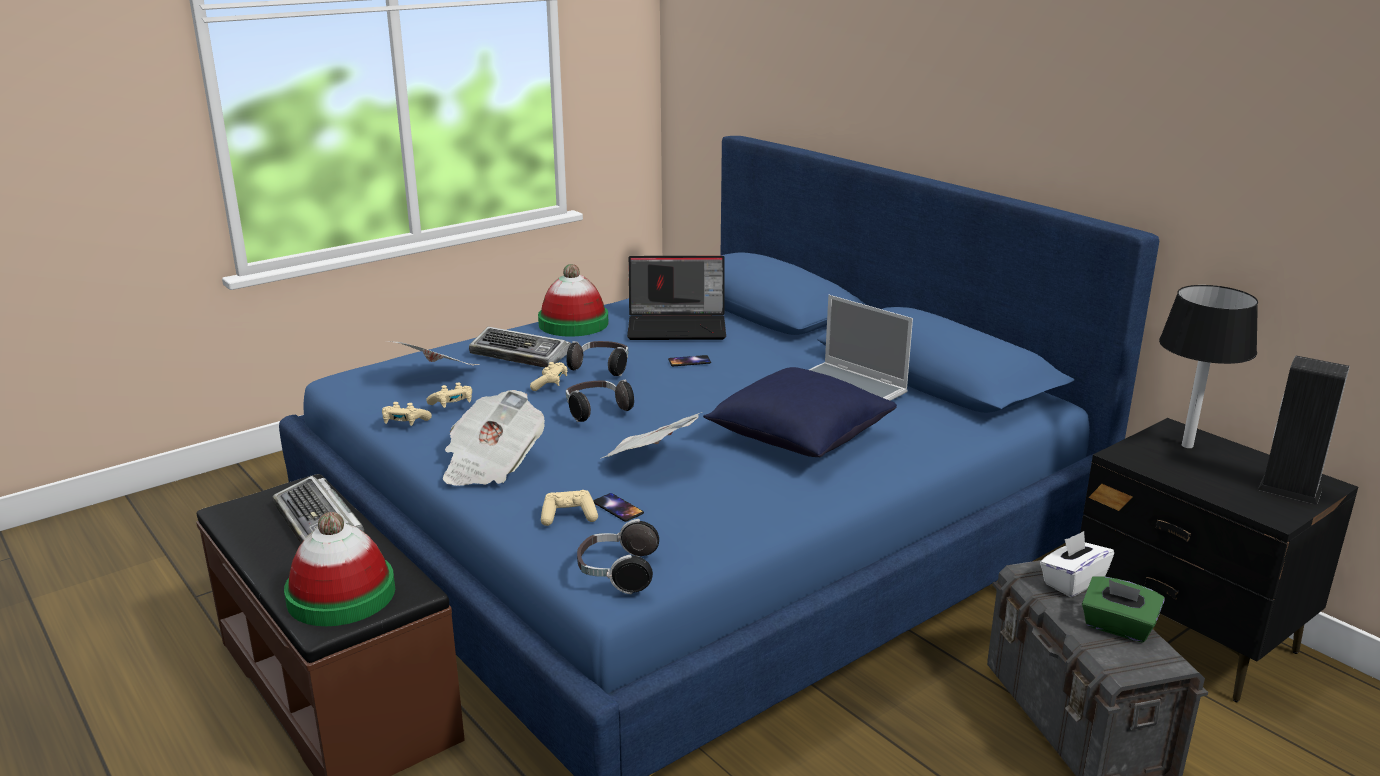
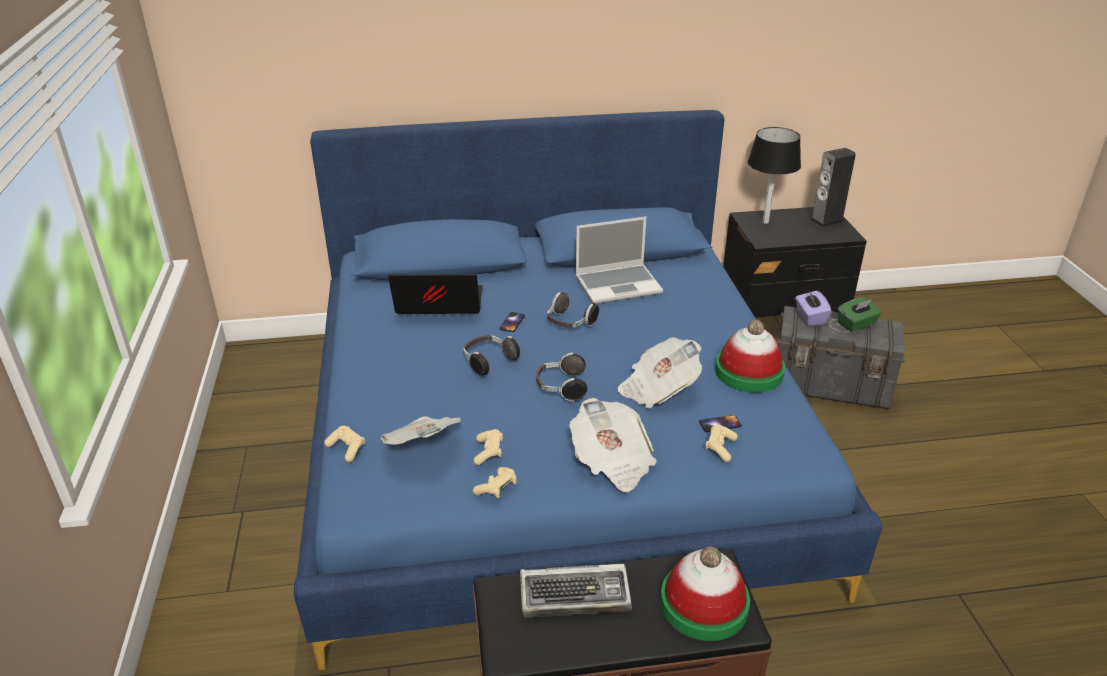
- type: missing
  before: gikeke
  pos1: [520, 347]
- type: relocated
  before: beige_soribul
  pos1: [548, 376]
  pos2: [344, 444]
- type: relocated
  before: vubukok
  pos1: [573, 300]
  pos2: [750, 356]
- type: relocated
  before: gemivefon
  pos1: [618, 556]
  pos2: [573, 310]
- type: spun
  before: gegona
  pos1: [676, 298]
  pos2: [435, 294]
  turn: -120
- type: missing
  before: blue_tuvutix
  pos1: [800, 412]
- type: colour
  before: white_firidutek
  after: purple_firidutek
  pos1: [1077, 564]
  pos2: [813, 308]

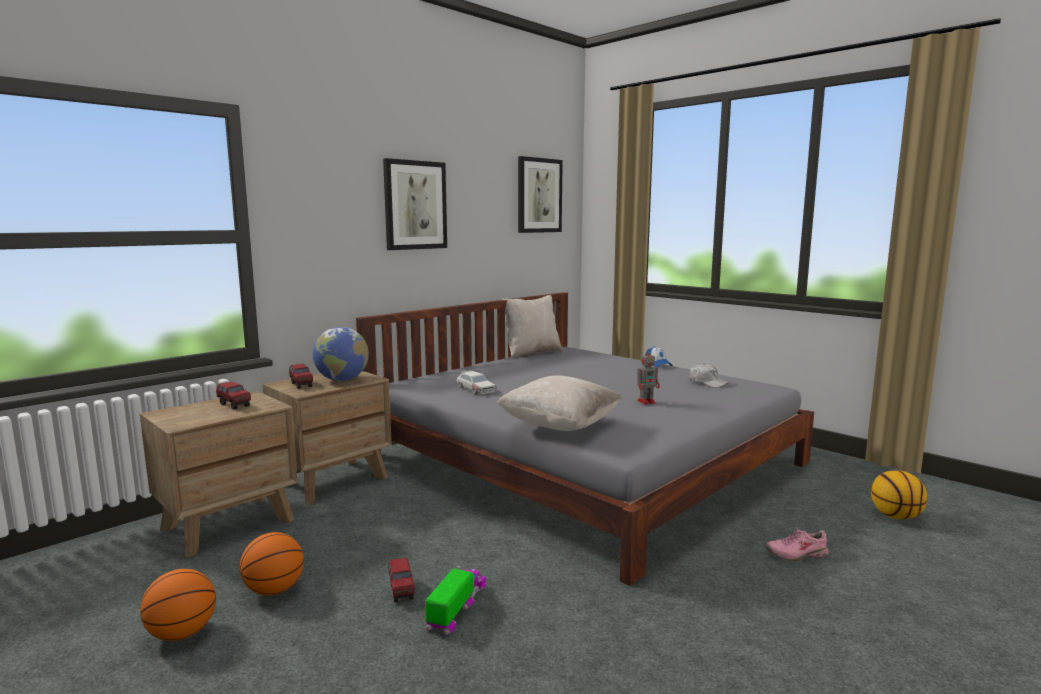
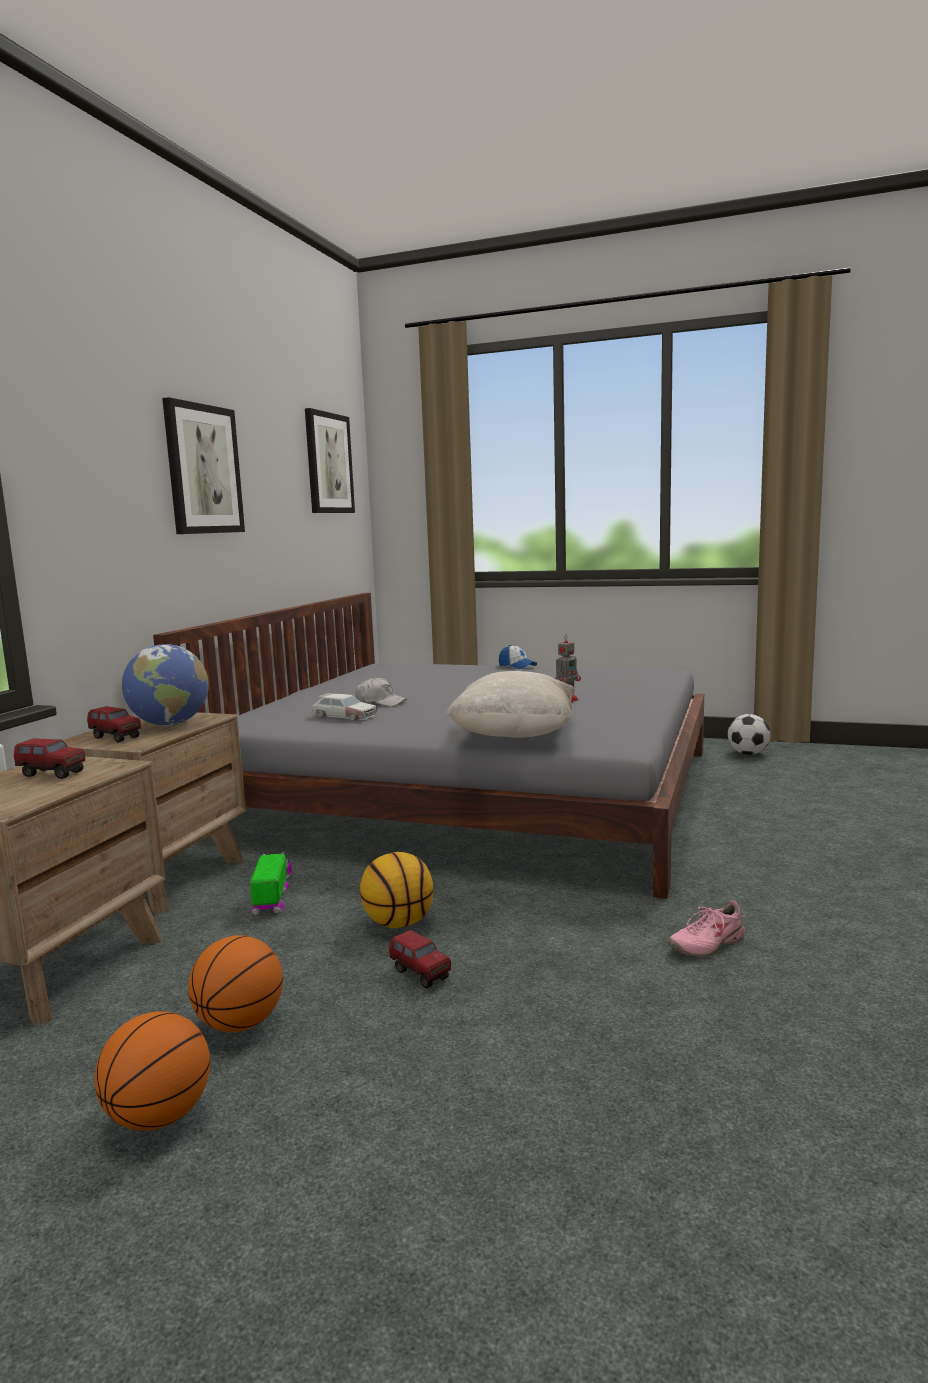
- type: relocated
  before: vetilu
  pos1: [455, 600]
  pos2: [271, 883]
- type: missing
  before: beige_tuvutix
  pos1: [532, 326]
- type: relocated
  before: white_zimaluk
  pos1: [709, 375]
  pos2: [381, 692]
- type: relocated
  before: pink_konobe
  pos1: [797, 545]
  pos2: [707, 928]
- type: relocated
  before: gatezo
  pos1: [899, 494]
  pos2: [397, 890]
- type: appeared
  after: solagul
  pos2: [749, 734]

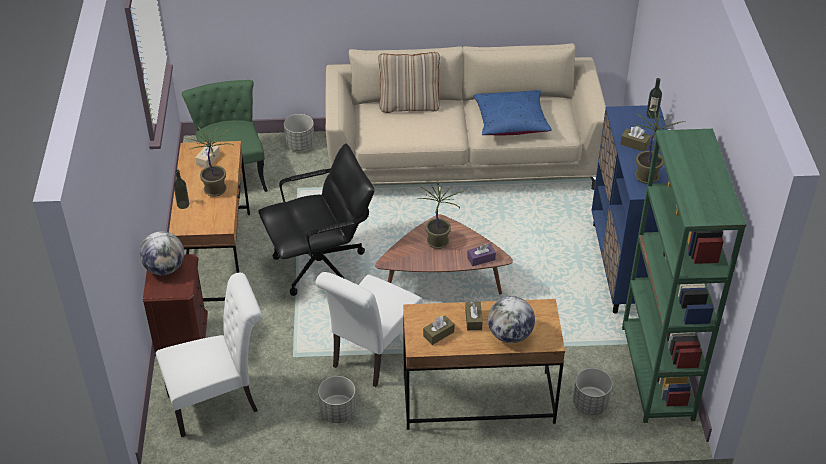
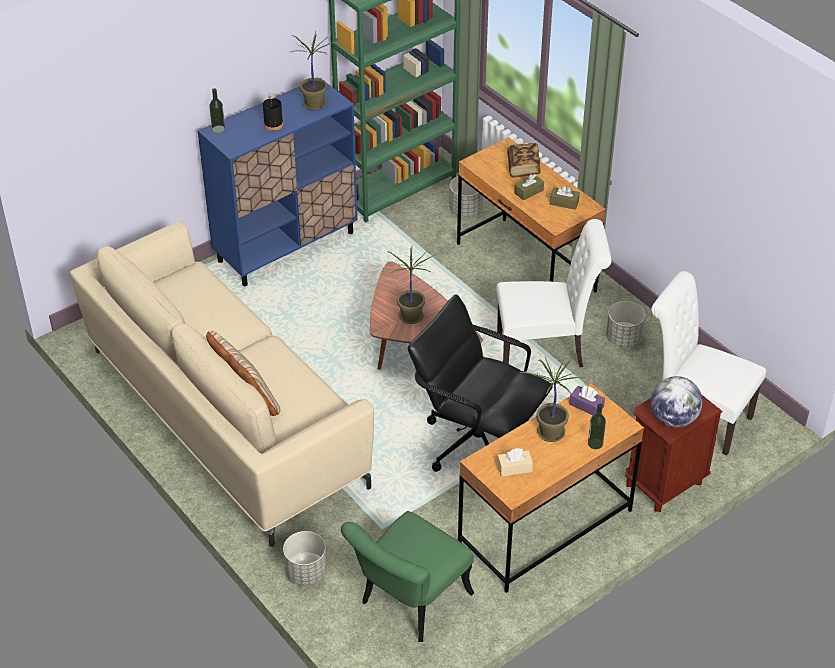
- type: relocated
  before: purple_firidutek
  pos1: [481, 255]
  pos2: [587, 400]
- type: missing
  before: blue_tuvutix
  pos1: [513, 112]
- type: exchanged
  before: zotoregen
  after: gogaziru
  pos1: [511, 319]
  pos2: [524, 160]
- type: exchanged
  before: brown_firidutek
  after: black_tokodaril
  pos1: [635, 138]
  pos2: [273, 112]

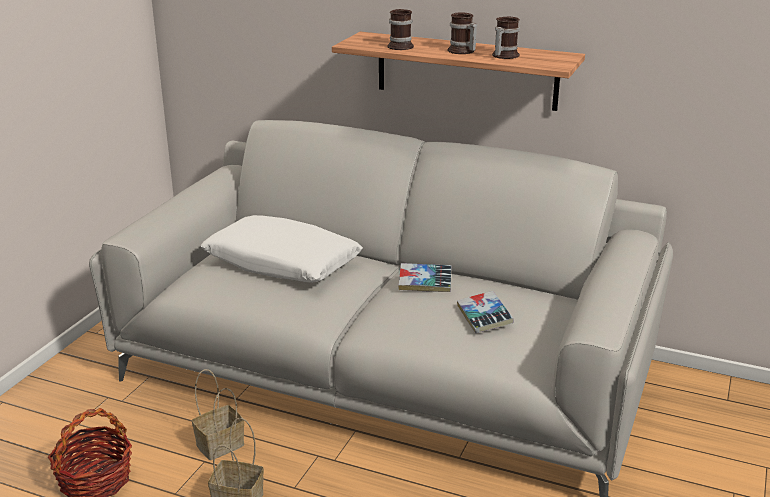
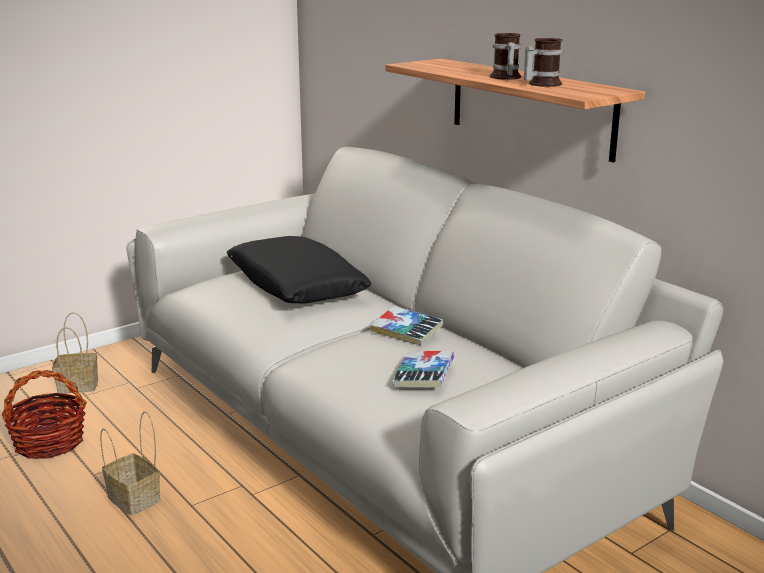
- type: relocated
  before: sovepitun
  pos1: [218, 414]
  pos2: [75, 352]
- type: colour
  before: white_tuvutix
  after: black_tuvutix
  pos1: [282, 249]
  pos2: [299, 270]
- type: missing
  before: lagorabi
  pos1: [400, 29]

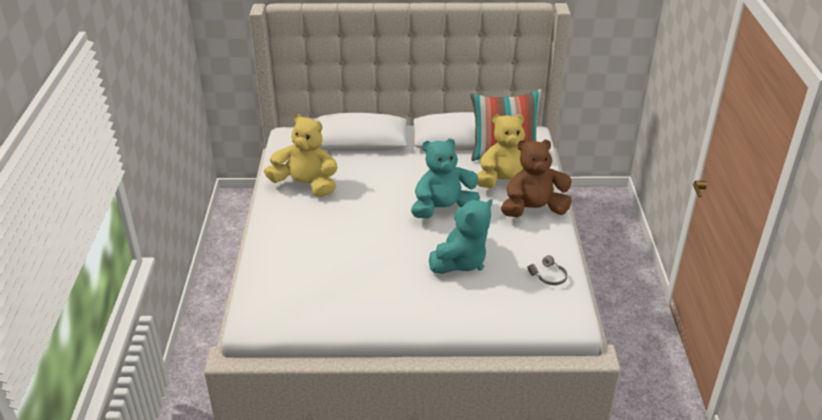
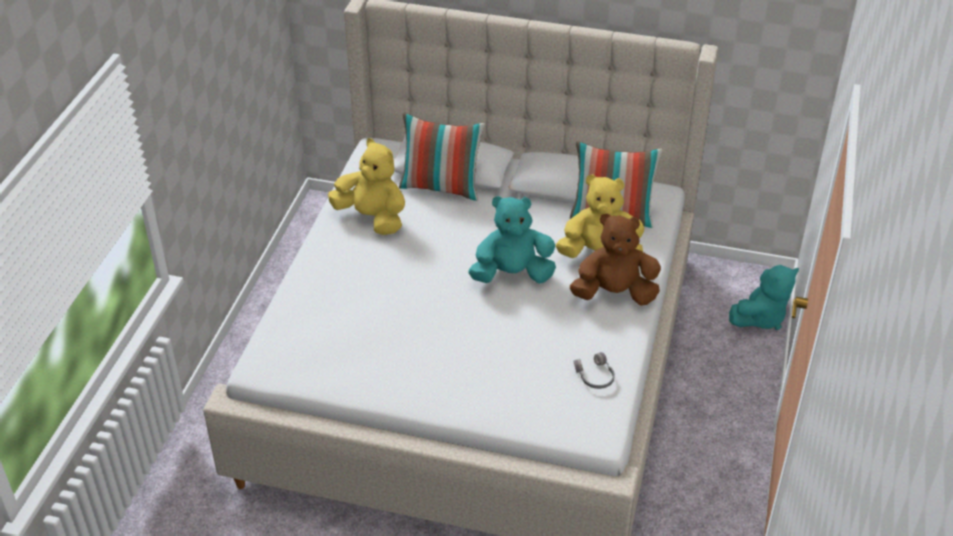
- type: relocated
  before: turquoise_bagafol
  pos1: [460, 236]
  pos2: [764, 297]
- type: appeared
  after: tuvutix
  pos2: [442, 157]

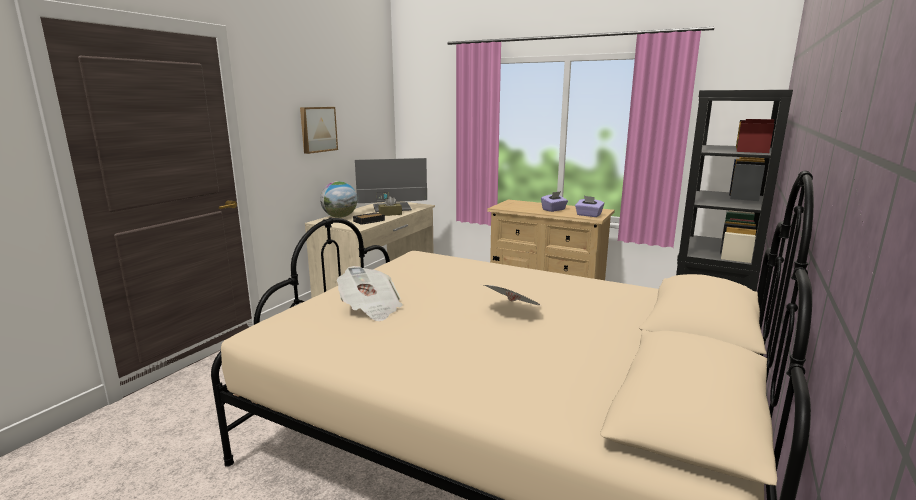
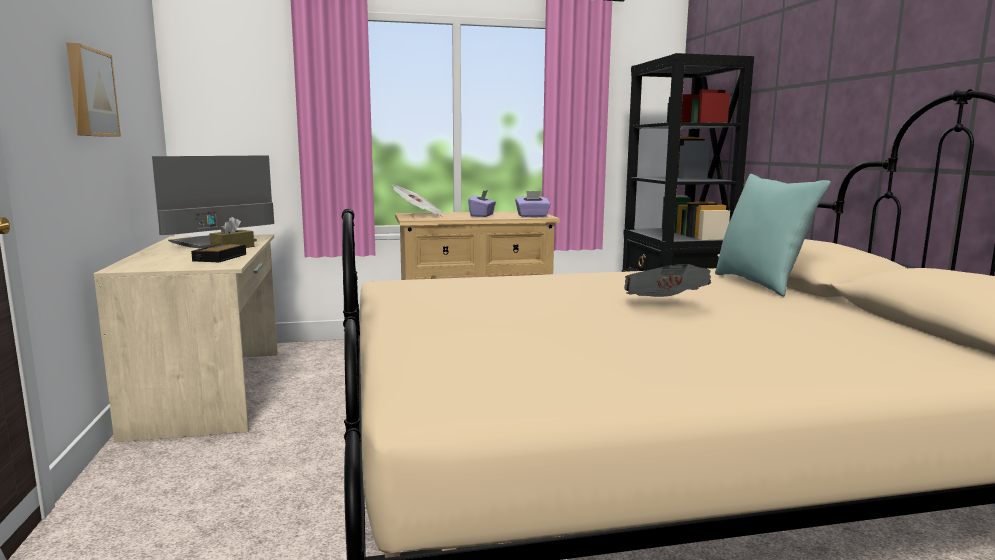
- type: missing
  before: zotoregen
  pos1: [338, 199]
- type: relocated
  before: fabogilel
  pos1: [370, 293]
  pos2: [416, 200]
- type: appeared
  after: turquoise_tuvutix
  pos2: [773, 235]

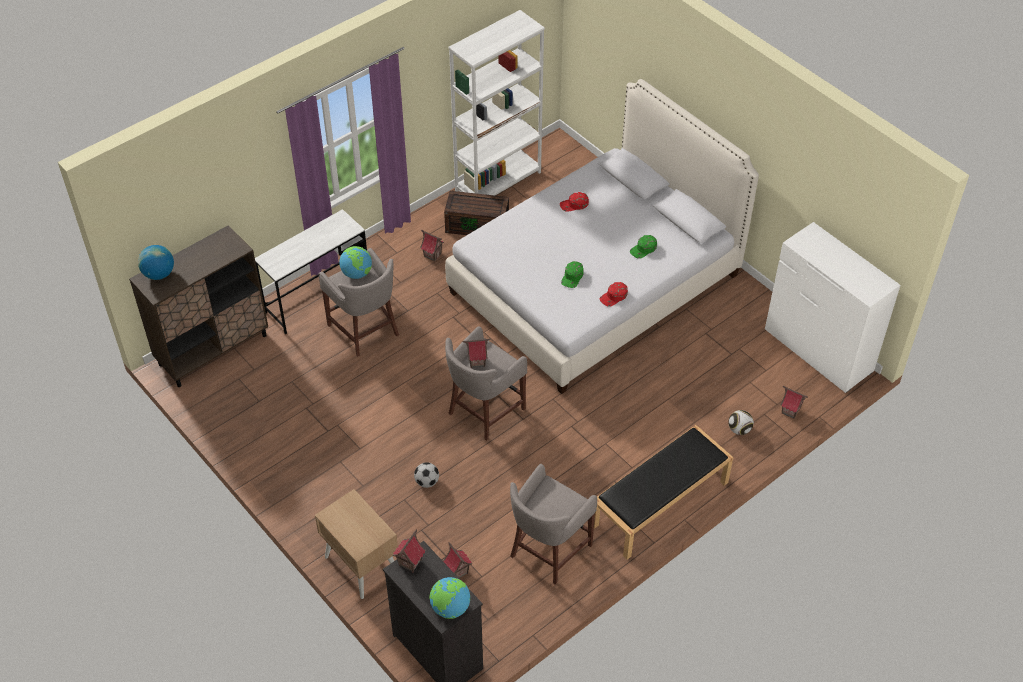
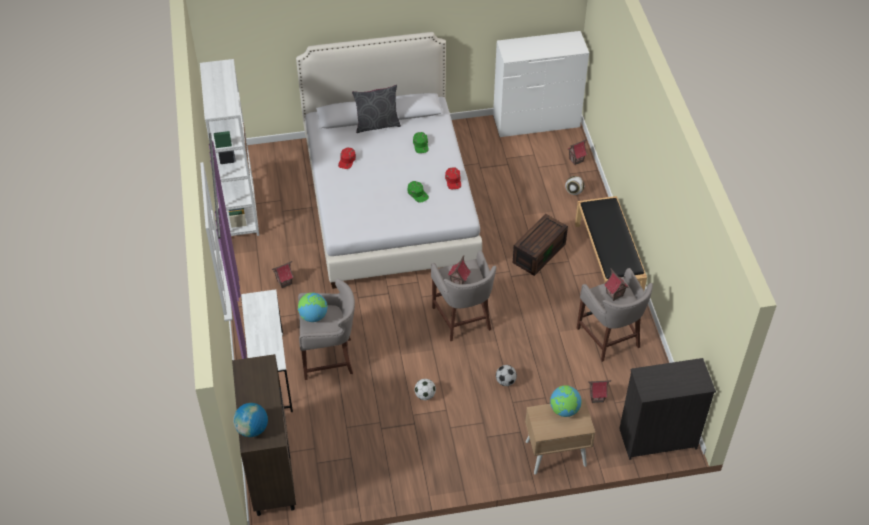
- type: relocated
  before: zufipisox
  pos1: [409, 550]
  pos2: [616, 285]
- type: relocated
  before: zotoregen
  pos1: [449, 598]
  pos2: [565, 401]
- type: relocated
  before: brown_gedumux
  pos1: [476, 213]
  pos2: [540, 245]
- type: appeared
  after: grey_tuvutix
  pos2: [376, 109]
- type: appeared
  after: solagul
  pos2: [425, 389]

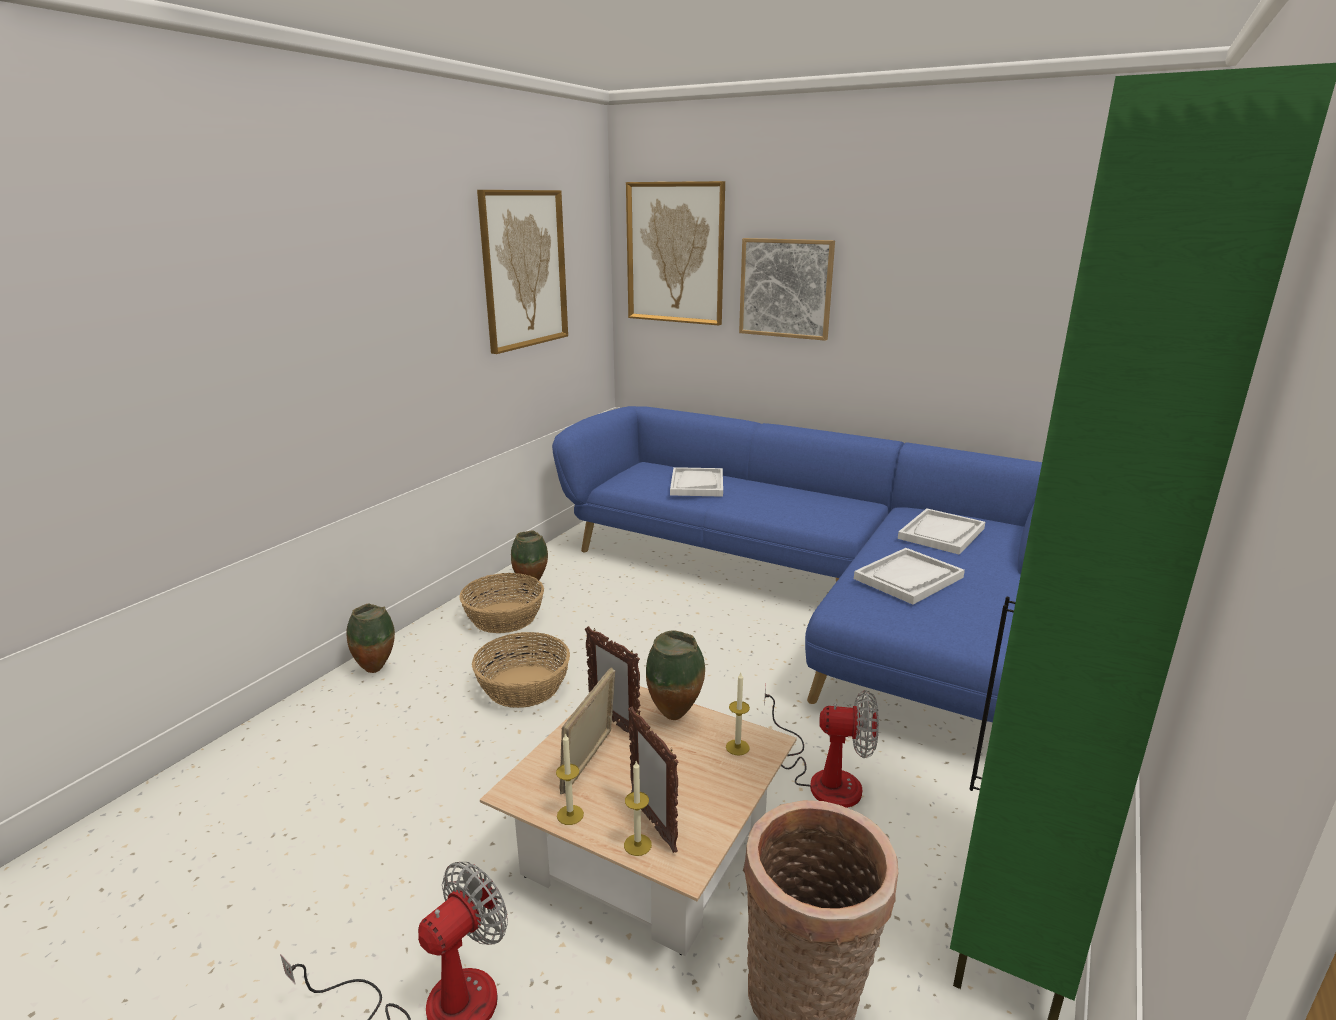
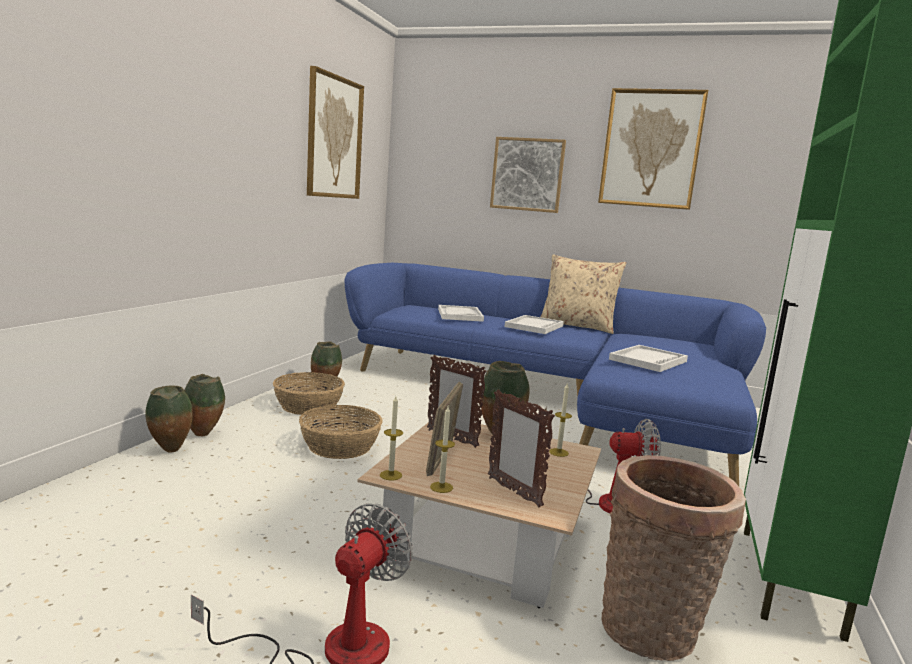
- type: relocated
  before: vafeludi
  pos1: [638, 808]
  pos2: [391, 438]
- type: relocated
  before: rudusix
  pos1: [675, 253]
  pos2: [653, 149]
- type: relocated
  before: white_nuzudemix
  pos1: [941, 531]
  pos2: [534, 324]
- type: appeared
  after: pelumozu
  pos2: [169, 419]
- type: appeared
  after: beige_tuvutix
  pos2: [583, 294]

